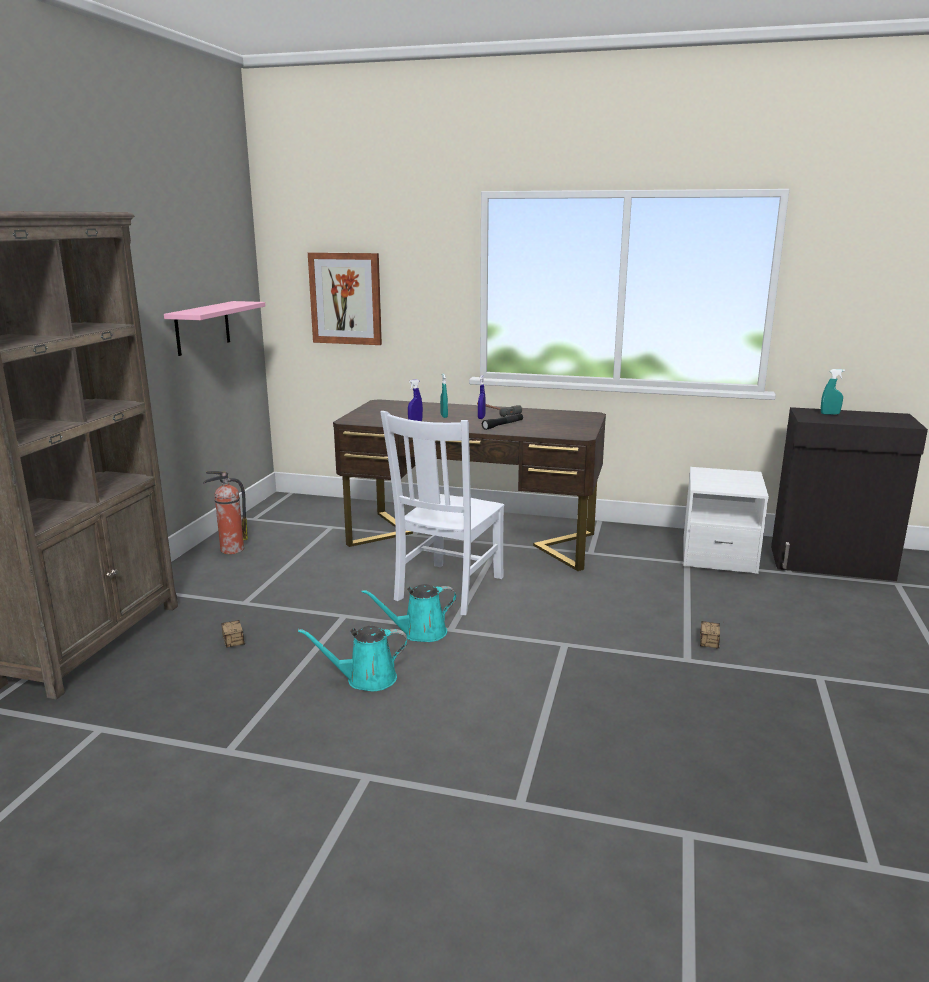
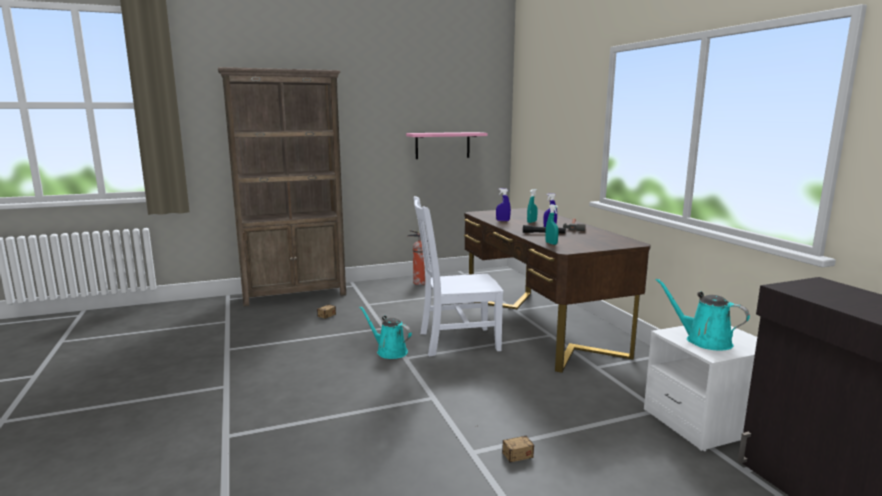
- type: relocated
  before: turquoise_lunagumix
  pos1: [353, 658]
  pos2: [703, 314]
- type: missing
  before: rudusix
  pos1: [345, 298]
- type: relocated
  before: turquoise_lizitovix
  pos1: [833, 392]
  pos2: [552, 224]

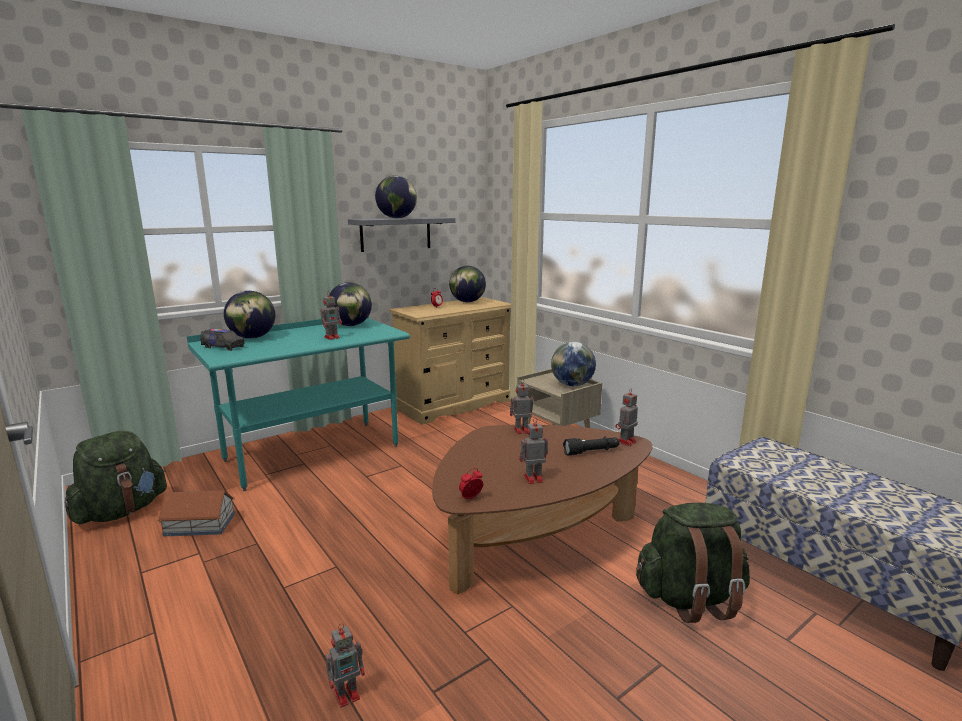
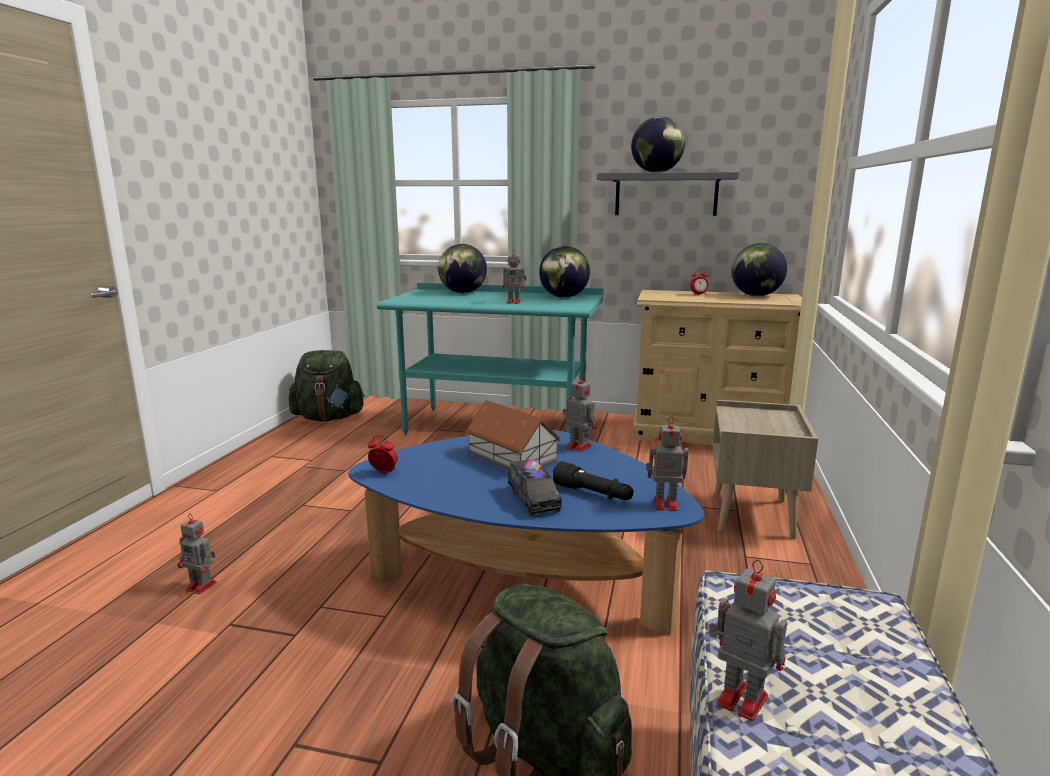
- type: relocated
  before: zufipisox
  pos1: [196, 513]
  pos2: [513, 436]
- type: relocated
  before: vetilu
  pos1: [222, 340]
  pos2: [535, 488]
- type: colour
  before: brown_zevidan
  after: blue_zevidan
  pos1: [542, 509]
  pos2: [526, 532]
- type: relocated
  before: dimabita
  pos1: [534, 450]
  pos2: [747, 640]
- type: missing
  before: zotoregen
  pos1: [573, 364]

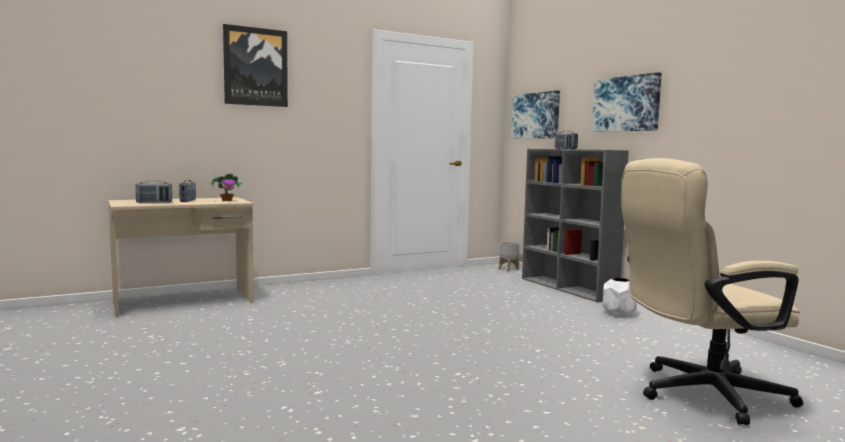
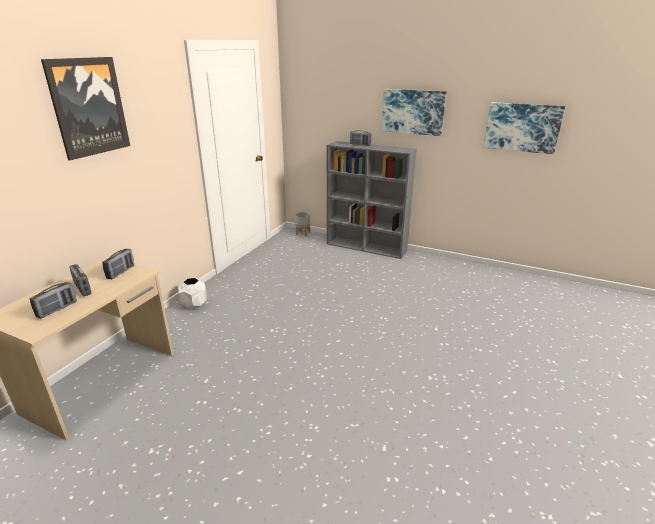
- type: exchanged
  before: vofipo
  after: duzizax
  pos1: [227, 187]
  pos2: [118, 264]
- type: relocated
  before: rudusix
  pos1: [535, 114]
  pos2: [524, 128]
- type: relocated
  before: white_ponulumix
  pos1: [620, 297]
  pos2: [192, 293]
- type: missing
  before: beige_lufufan
  pos1: [712, 291]

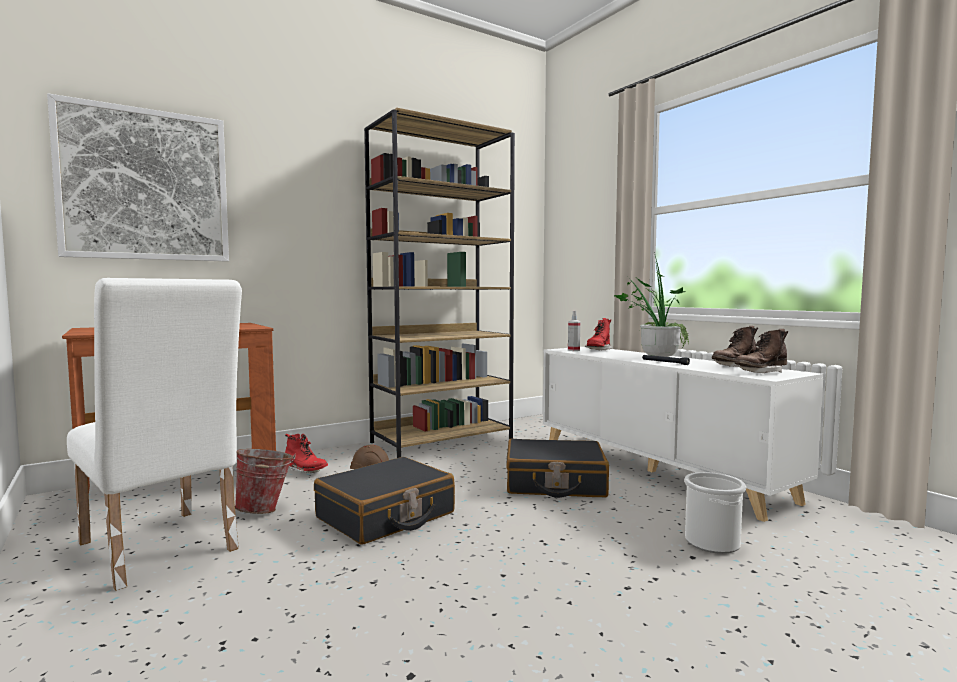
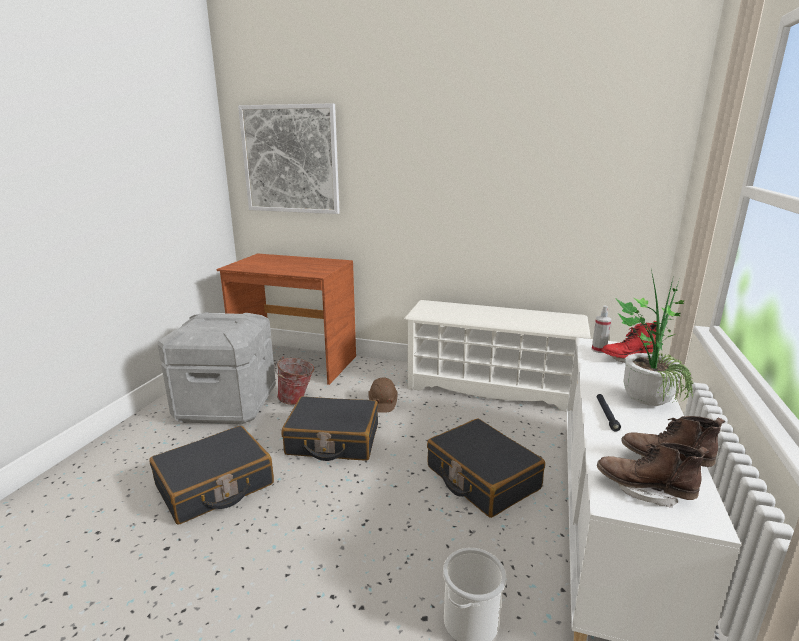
- type: exchanged
  before: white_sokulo
  after: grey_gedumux
  pos1: [154, 434]
  pos2: [217, 368]
- type: missing
  before: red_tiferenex
  pos1: [306, 453]
- type: exchanged
  before: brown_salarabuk
  after: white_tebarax
  pos1: [439, 283]
  pos2: [497, 356]
- type: appeared
  after: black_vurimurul
  pos2: [211, 475]

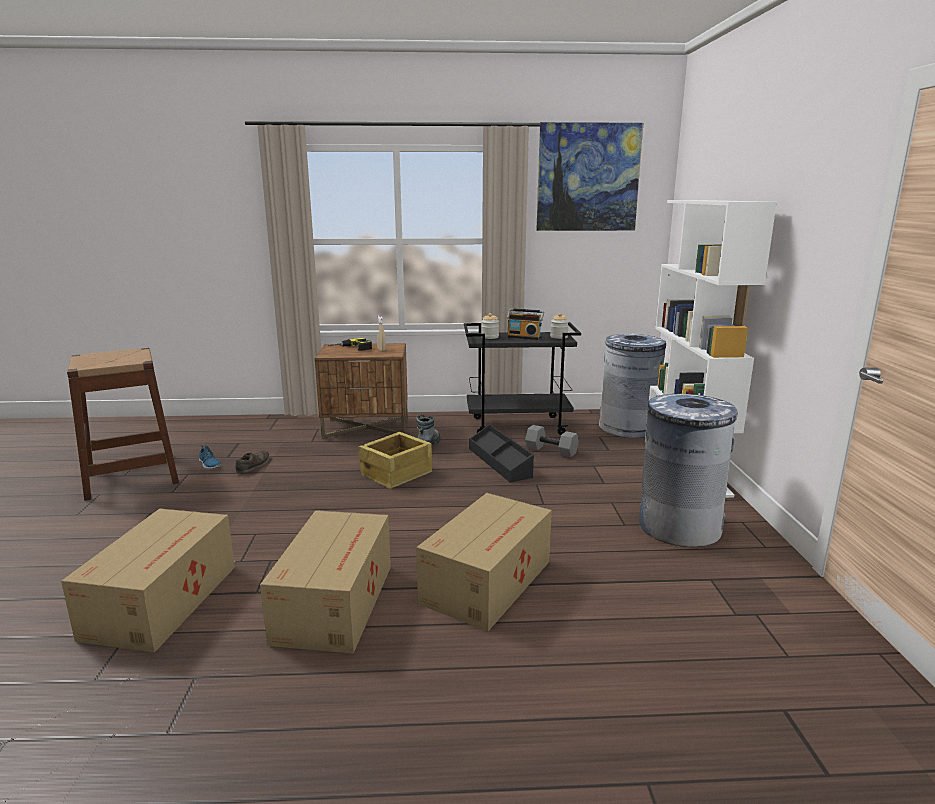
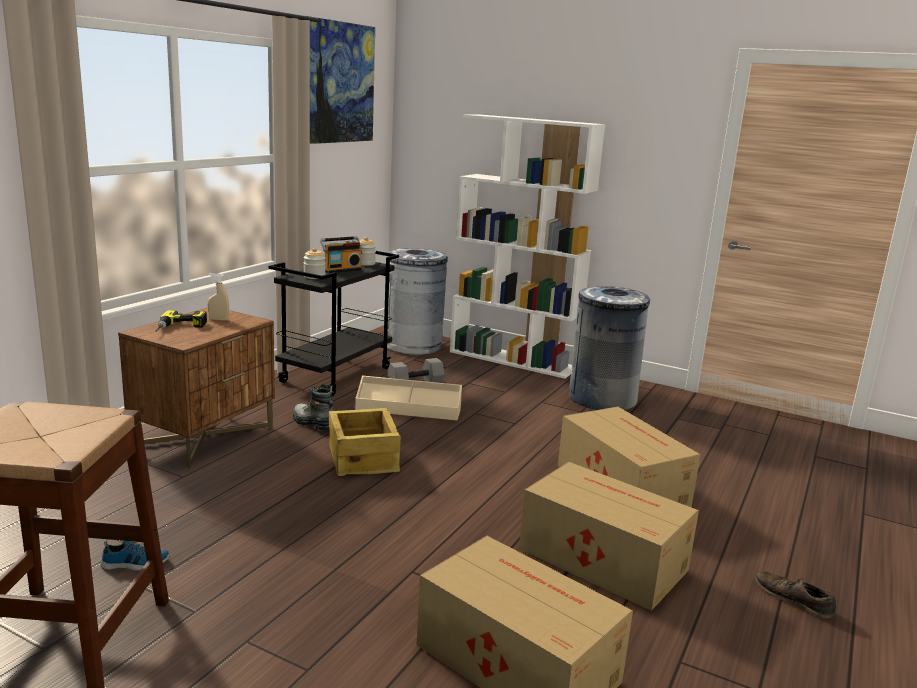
- type: relocated
  before: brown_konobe
  pos1: [252, 461]
  pos2: [795, 594]
- type: colour
  before: black_gedumux
  after: beige_gedumux
  pos1: [501, 453]
  pos2: [408, 398]

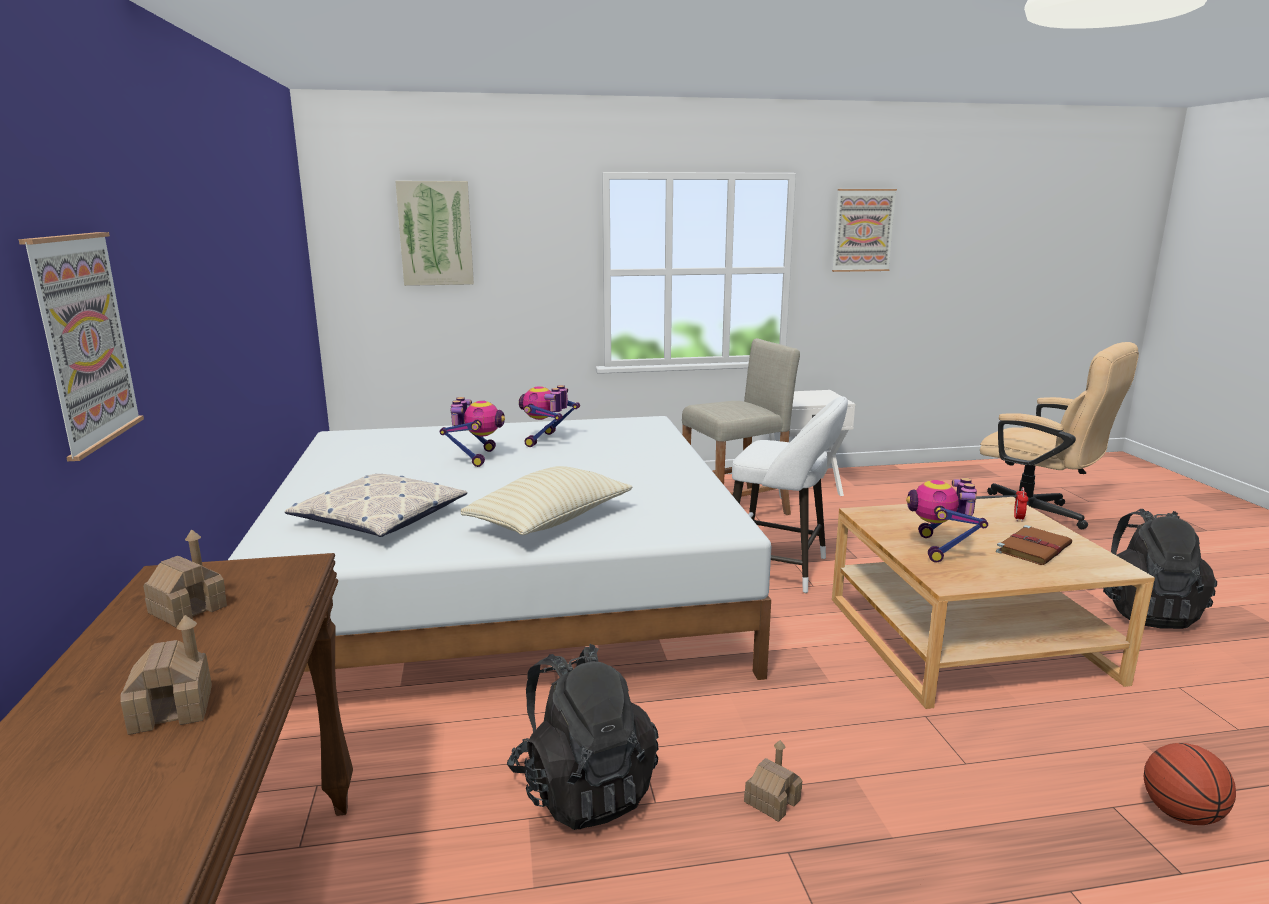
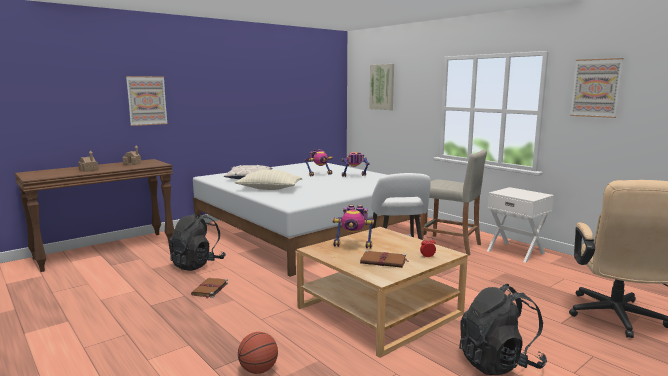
- type: exchanged
  before: zufipisox
  after: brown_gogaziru
  pos1: [773, 781]
  pos2: [209, 288]
- type: spun
  before: dimabita
  pos1: [947, 520]
  pos2: [353, 227]
  turn: -150

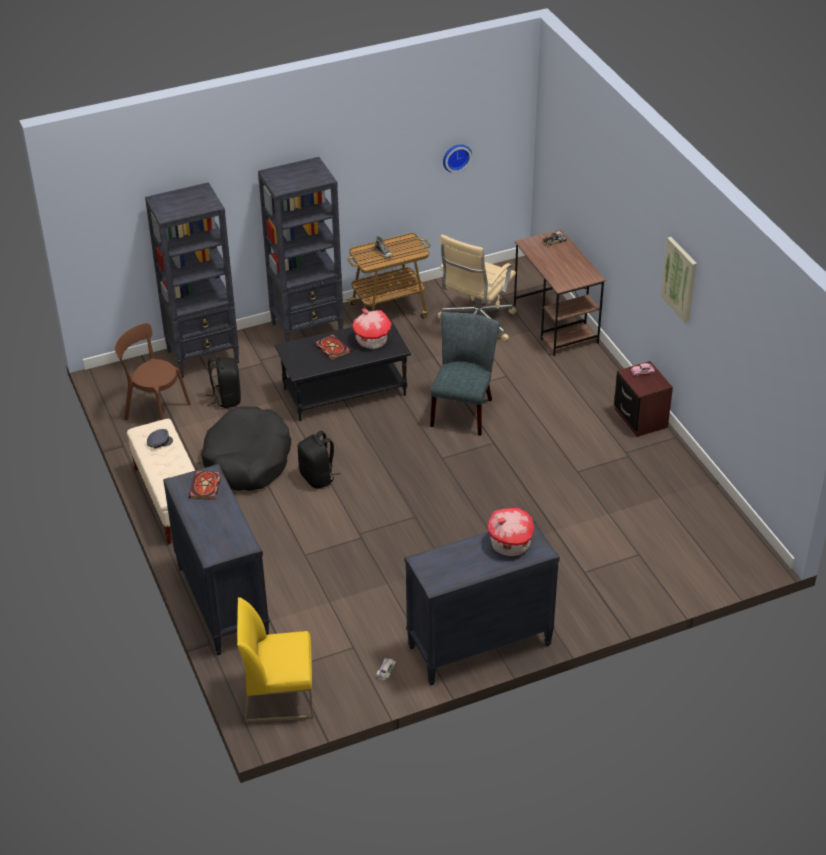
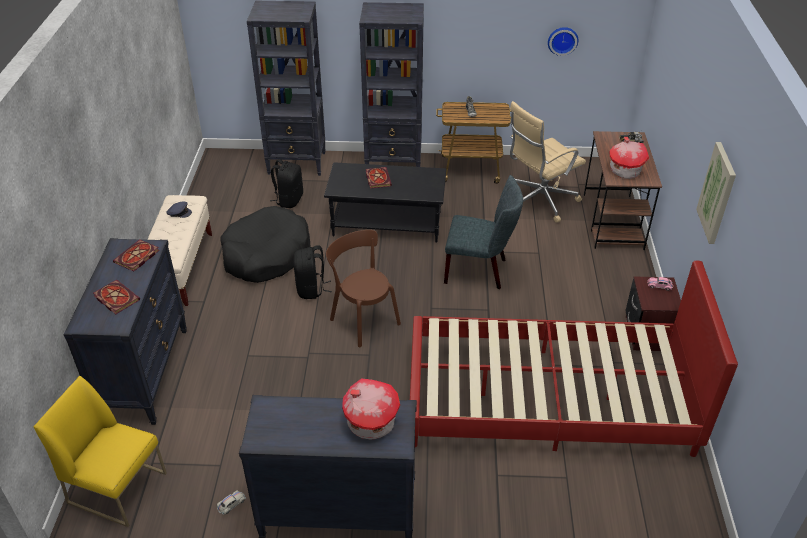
- type: relocated
  before: brown_sokulo
  pos1: [153, 371]
  pos2: [363, 288]
- type: relocated
  before: zufipisox
  pos1: [372, 328]
  pos2: [629, 158]
- type: spun
  before: grey_sokulo
  pos1: [465, 374]
  pos2: [483, 232]
  turn: 60
- type: appeared
  after: gogaziru
  pos2: [116, 297]
- type: appeared
  after: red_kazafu
  pos2: [574, 359]

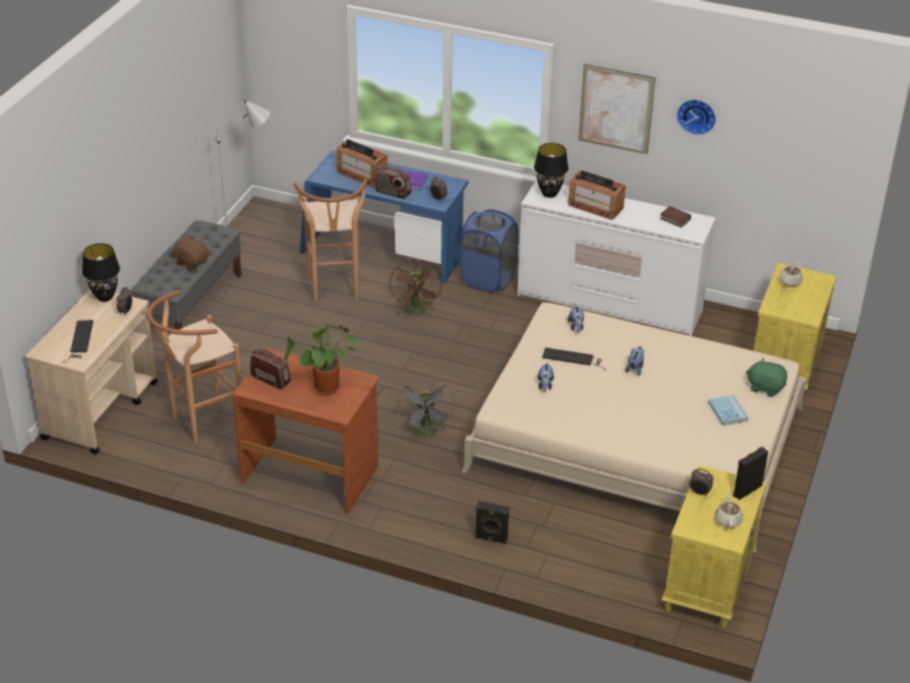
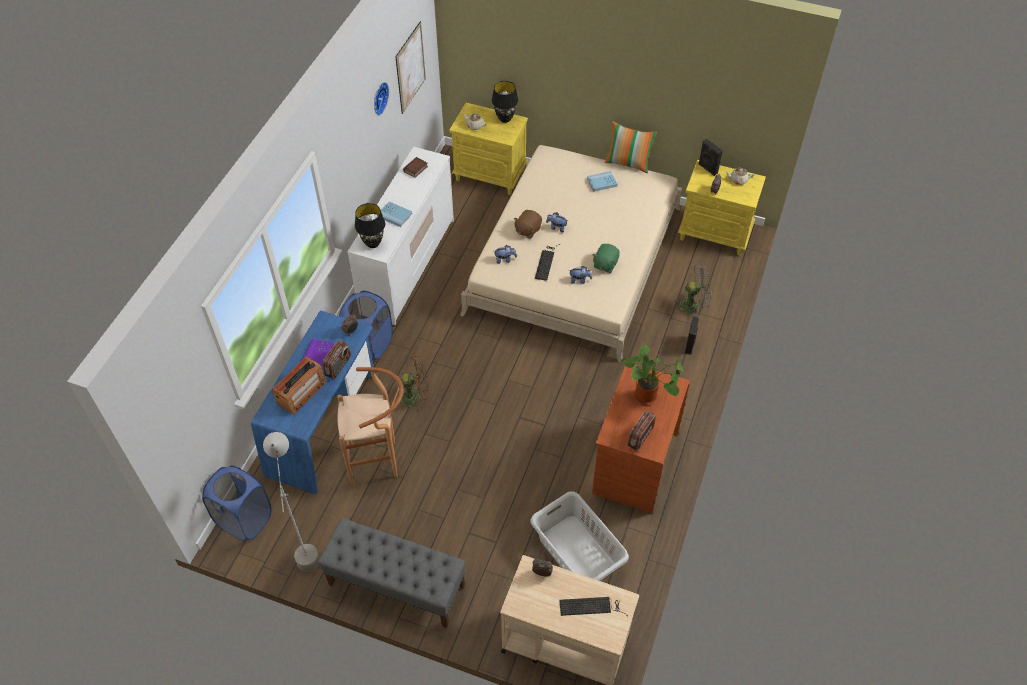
- type: relocated
  before: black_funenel
  pos1: [101, 272]
  pos2: [505, 102]
- type: exchanged
  before: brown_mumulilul
  after: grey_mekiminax
  pos1: [194, 366]
  pos2: [579, 536]
- type: relocated
  before: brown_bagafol
  pos1: [190, 252]
  pos2: [528, 224]
- type: relocated
  before: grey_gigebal
  pos1: [426, 407]
  pos2: [692, 292]
- type: exchanged
  before: duzizax
  after: blue_gogaziru
  pos1: [597, 195]
  pos2: [394, 214]
- type: relocated
  before: rudusix
  pos1: [616, 109]
  pos2: [410, 67]
- type: relocated
  before: green_bagafol
  pos1: [766, 377]
  pos2: [606, 258]
- type: appeared
  after: blue_mekiminax
  pos2: [236, 503]
- type: appeared
  after: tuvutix
  pos2: [631, 147]

